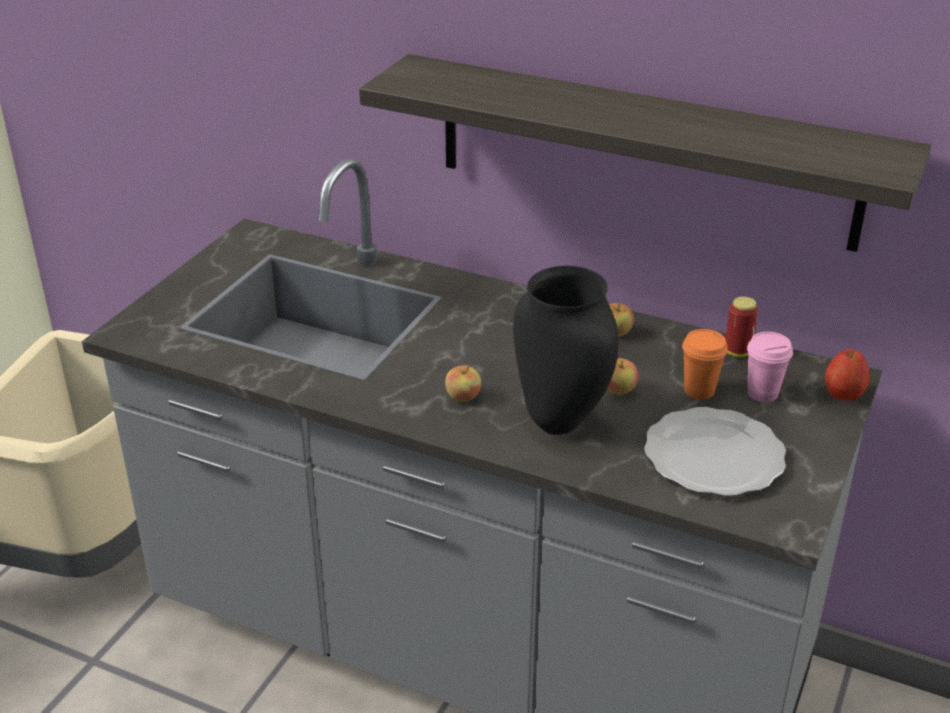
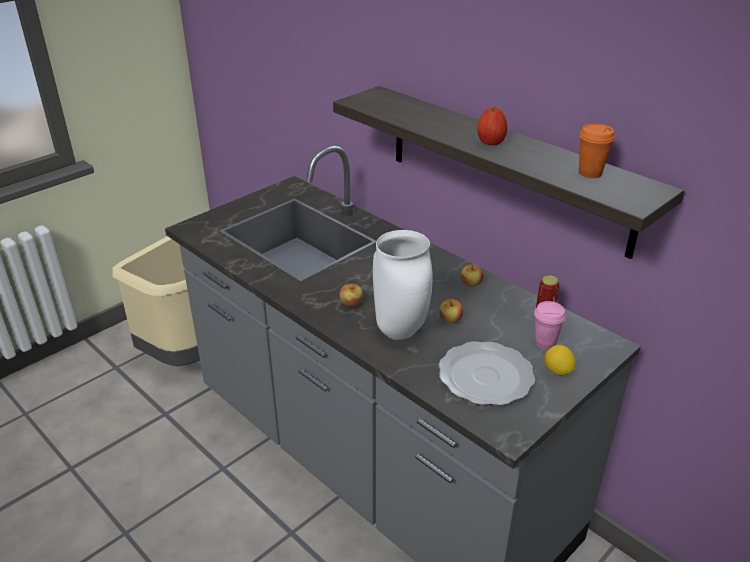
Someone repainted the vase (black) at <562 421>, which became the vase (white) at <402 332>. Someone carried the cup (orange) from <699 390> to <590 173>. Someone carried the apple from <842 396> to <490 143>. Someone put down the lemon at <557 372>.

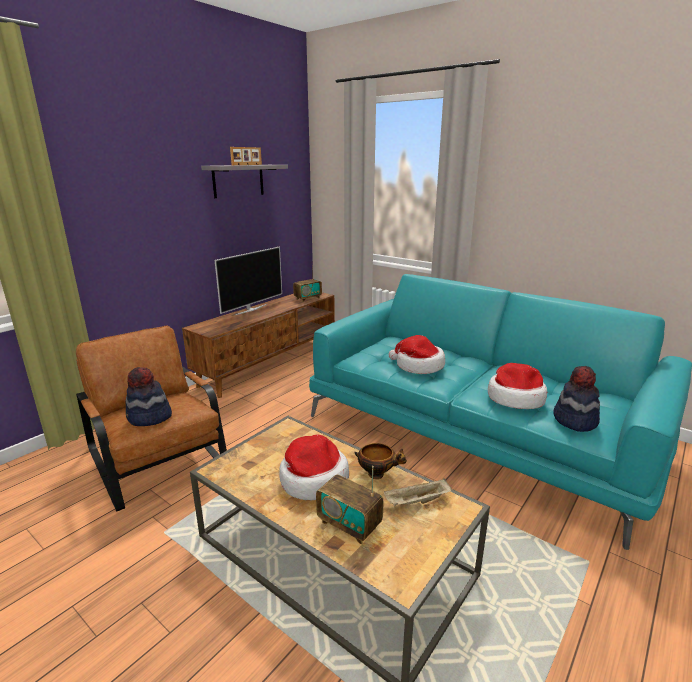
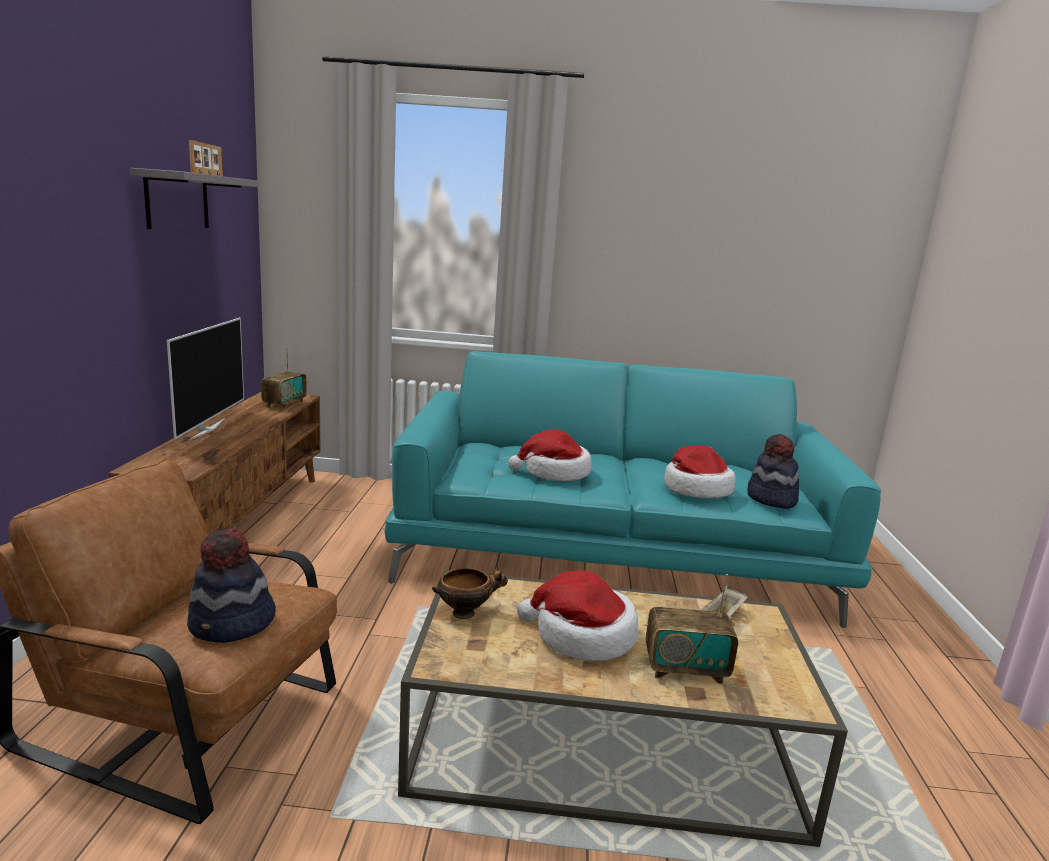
Someone carried the bowl from <378 474> to <466 612>.

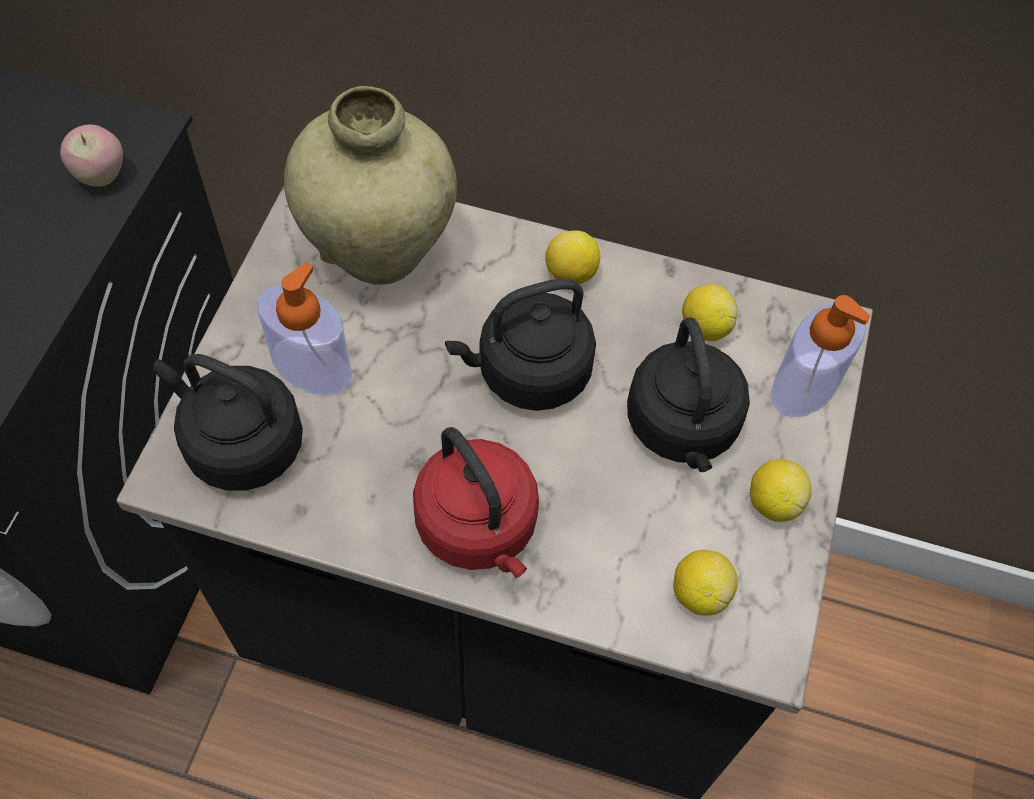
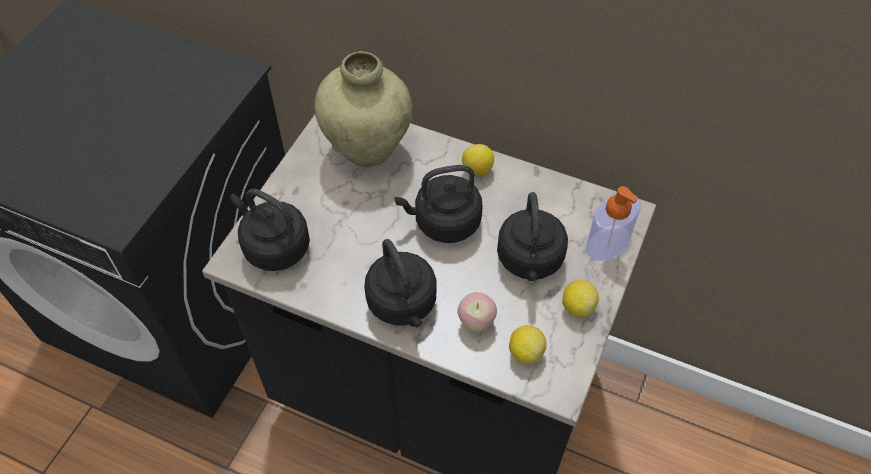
Someone carried the apple from <101 176> to <476 322>. Someone took away the soap dispenser at <311 366>. Someone repainted the kettle (red) at <479 528>, which became the kettle (black) at <403 304>. Someone took away the lemon at <704 327>.

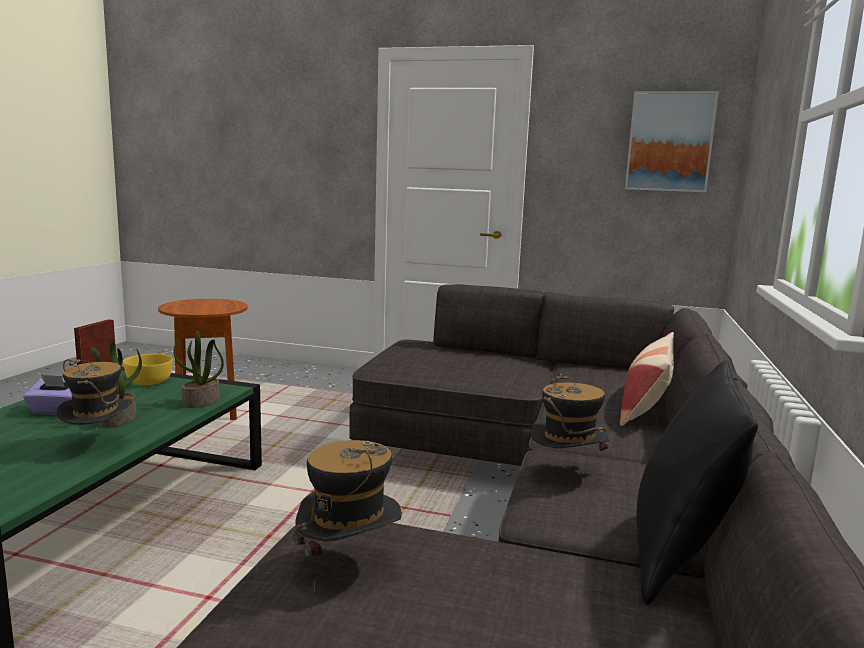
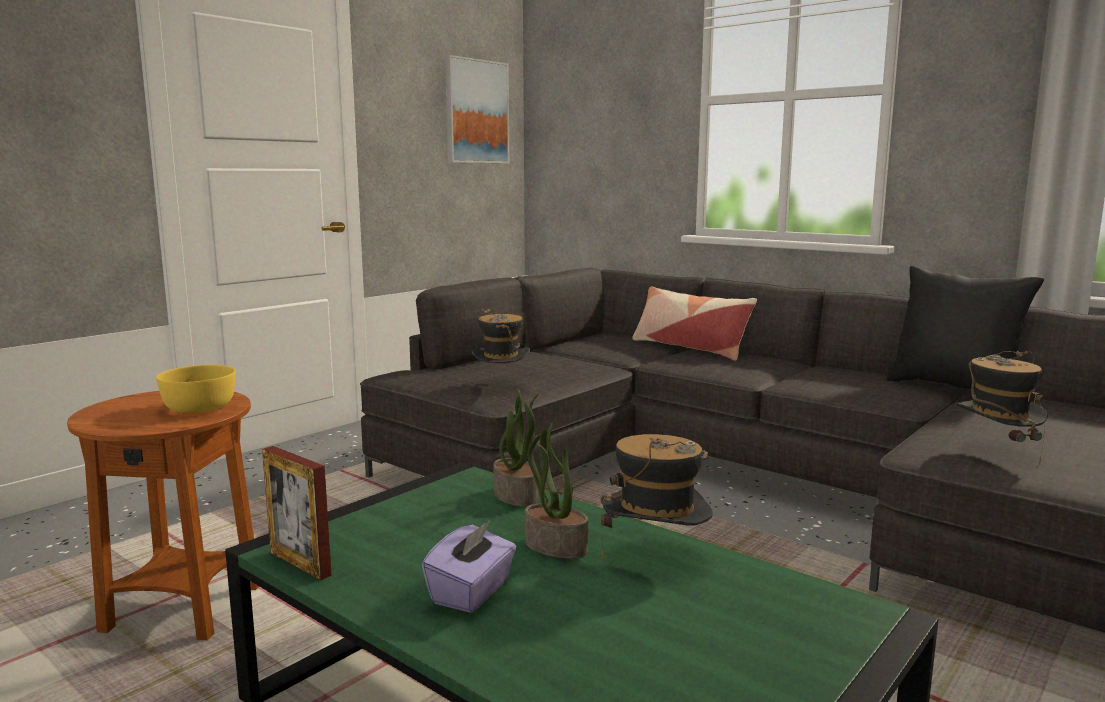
Someone carried the bowl (yellow) from <150 381> to <200 407>. Someone carried the hat from <566 473> to <501 386>.

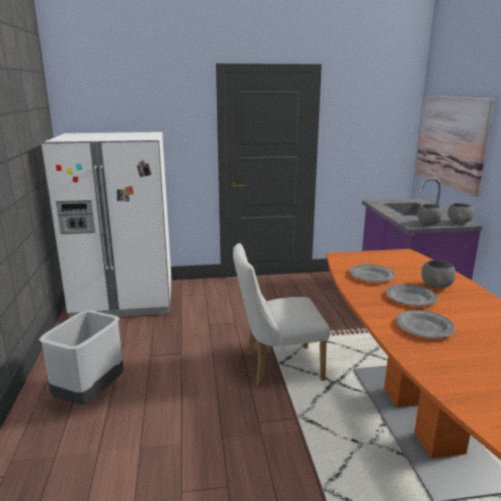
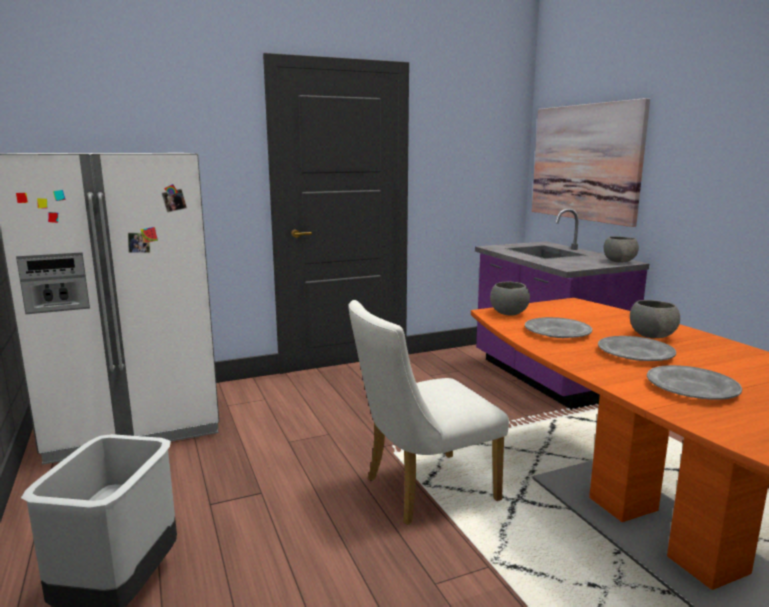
Someone carried the bowl (grey) from <428 224> to <508 314>.

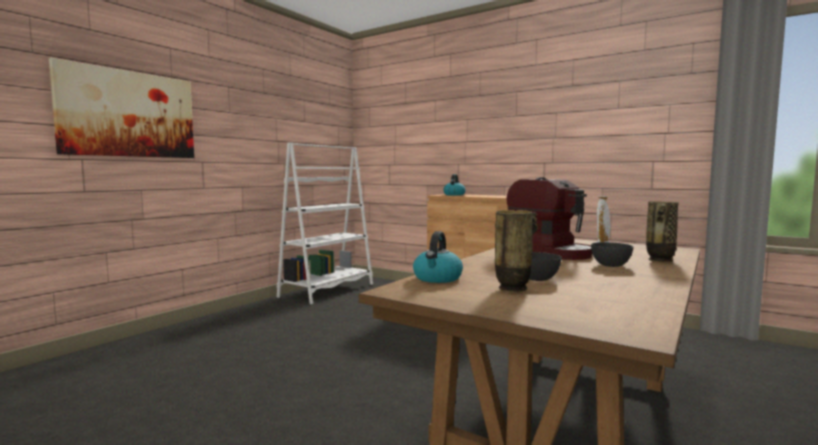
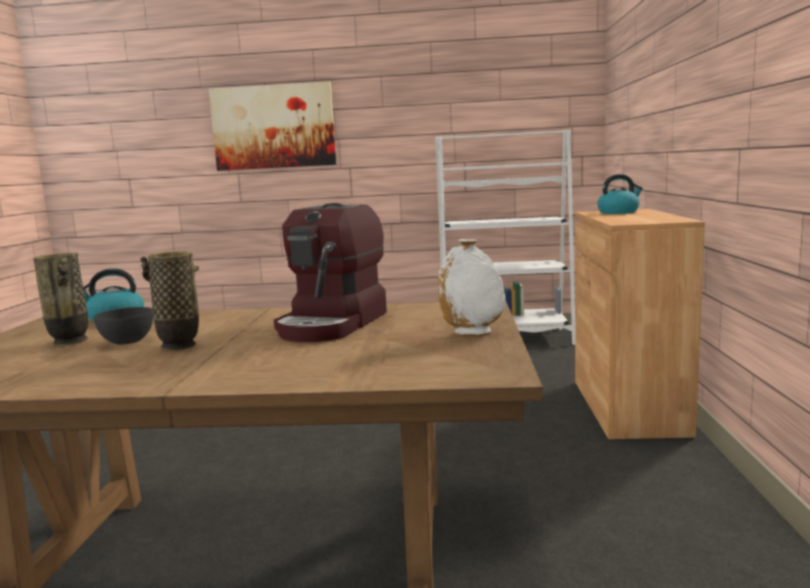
Someone took away the bowl (grey) at <611 265>. Someone carried the vase from <659 261> to <179 346>.

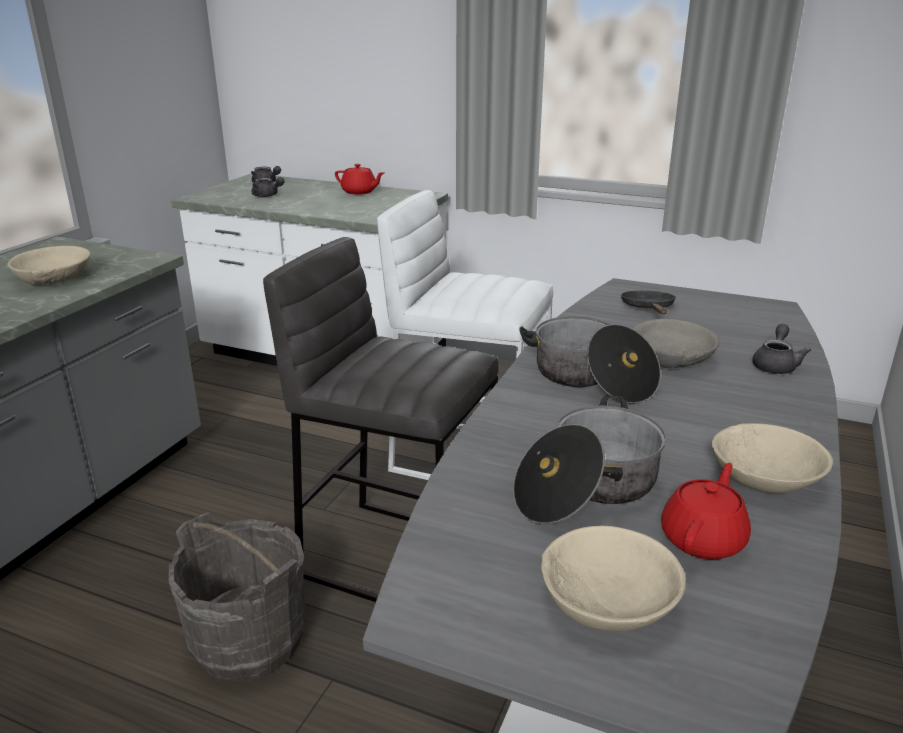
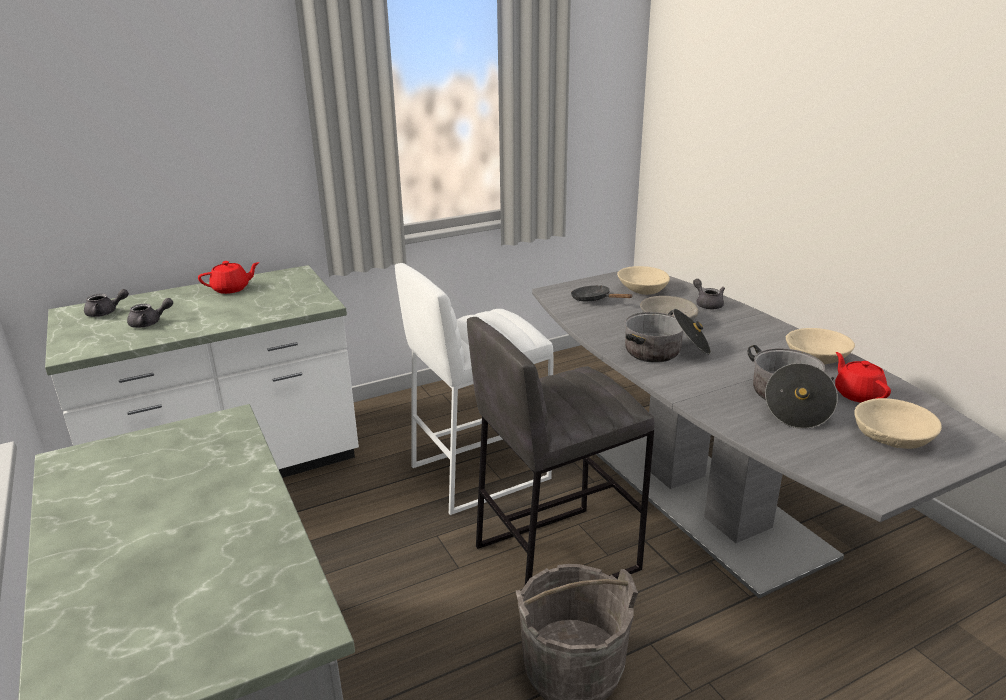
Someone carried the bowl (beige) from <54 278> to <642 289>.

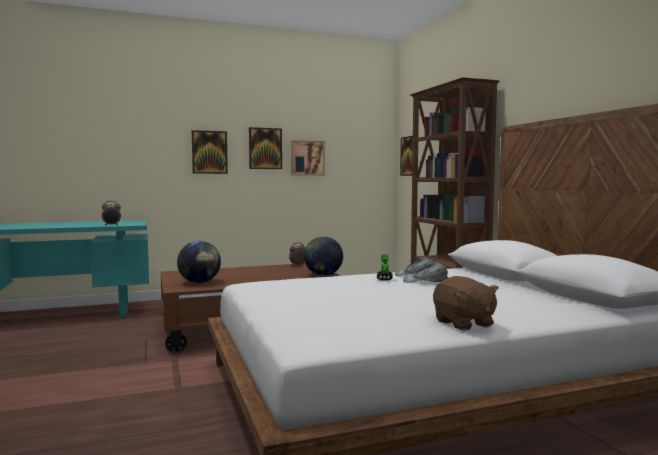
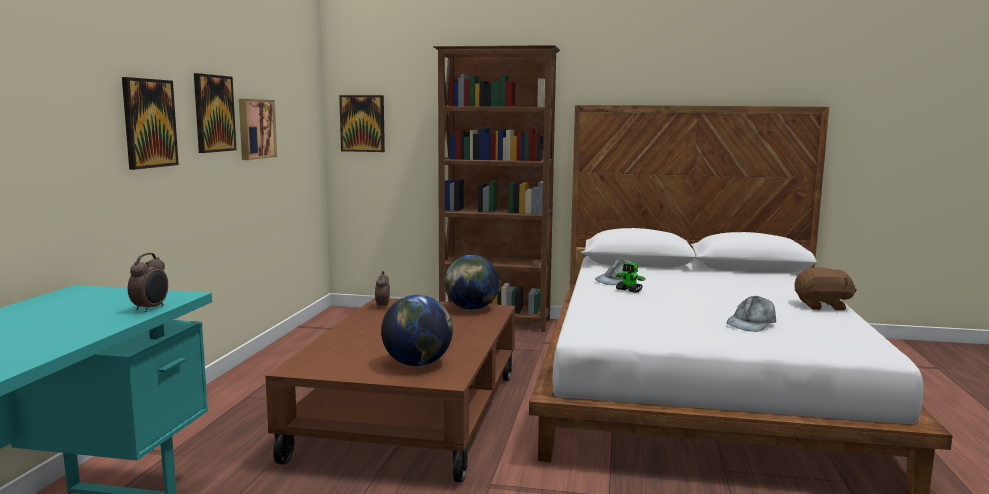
Someone carried the cap (grey) from <425 281> to <751 323>.

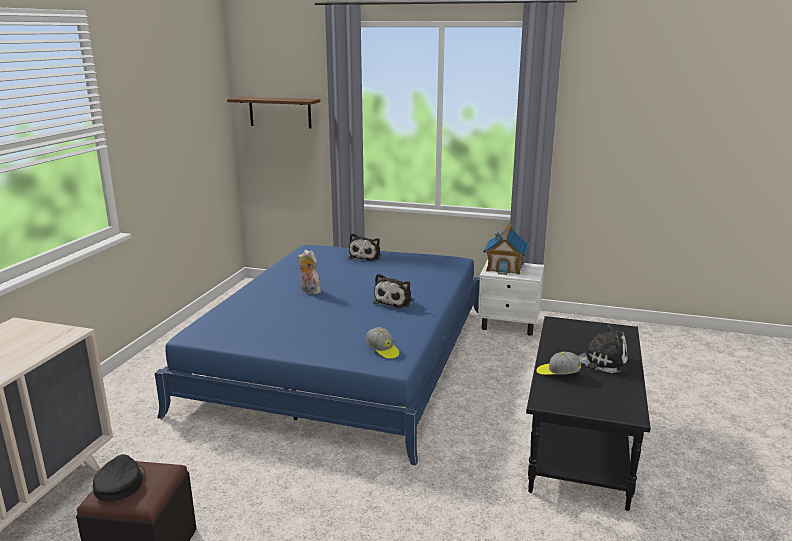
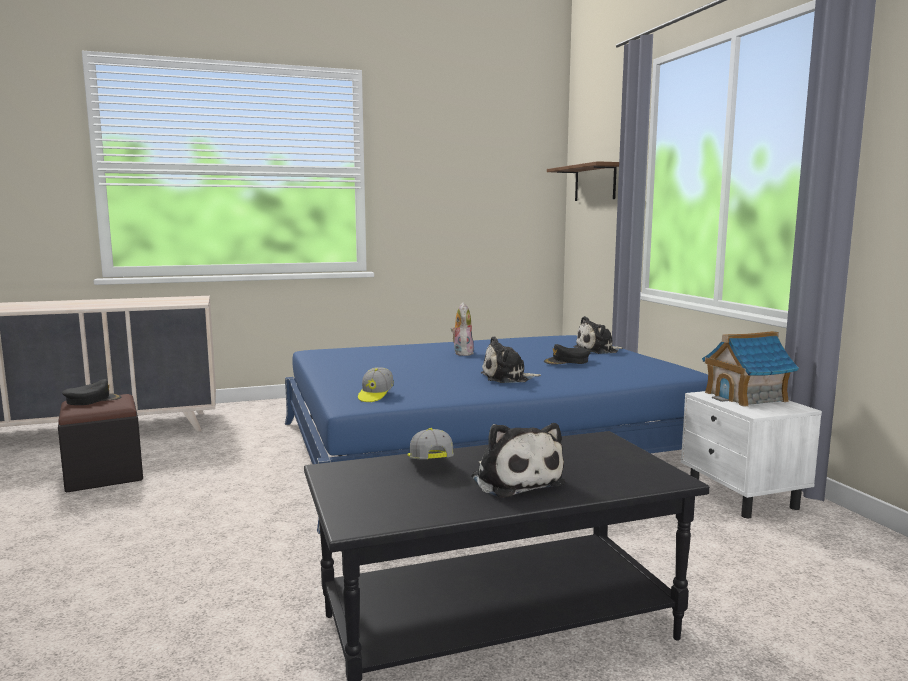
Someone put down the cap (black) at <567 361>.

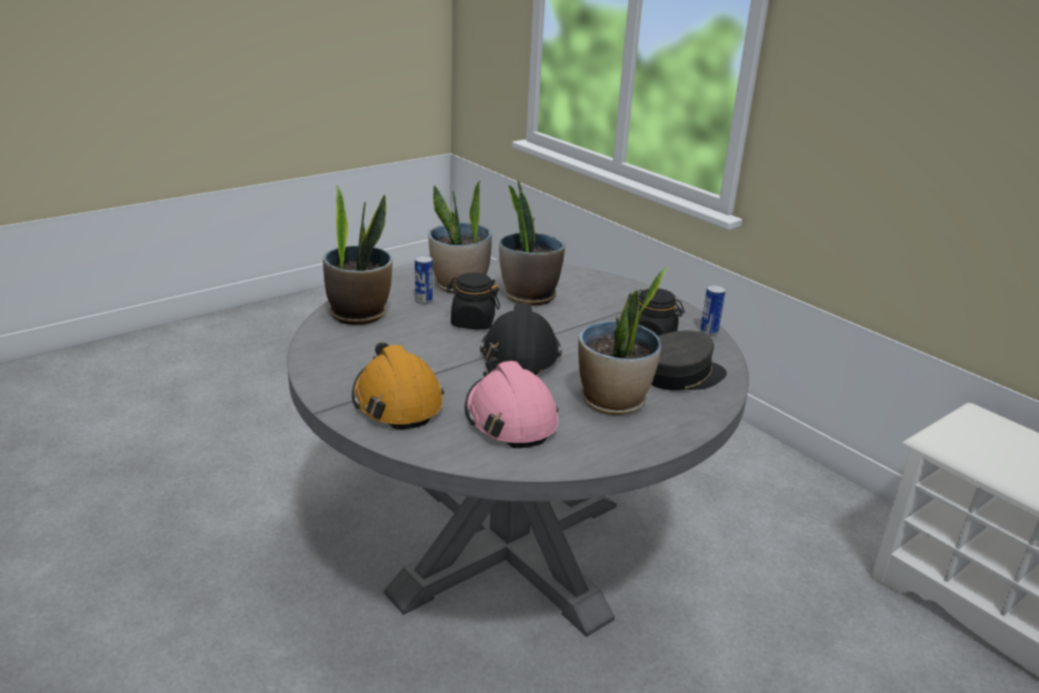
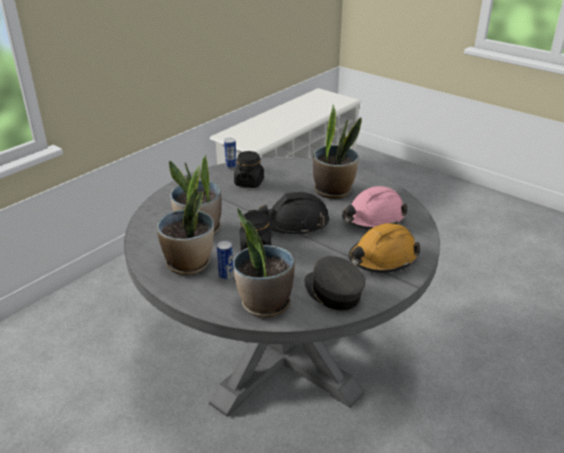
Someone carried the cap (grey) from <681 376> to <332 292>.

